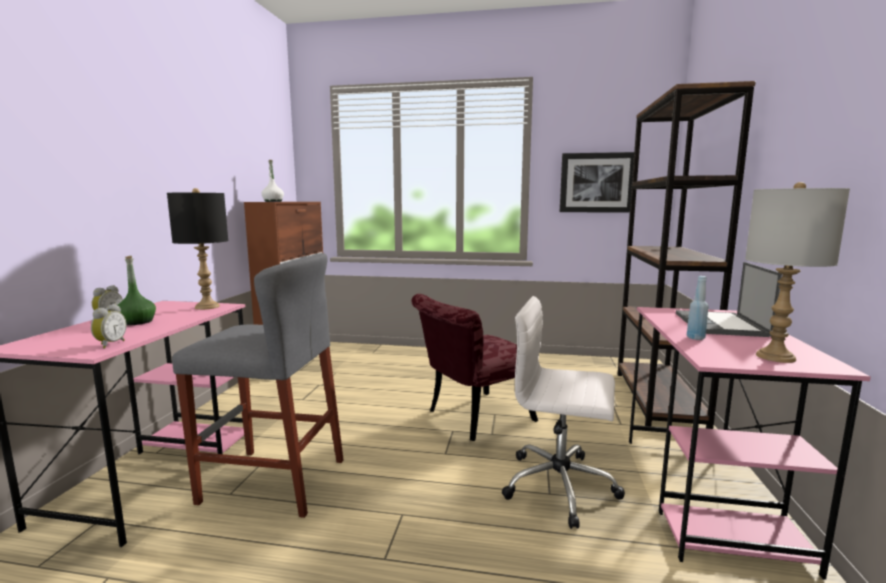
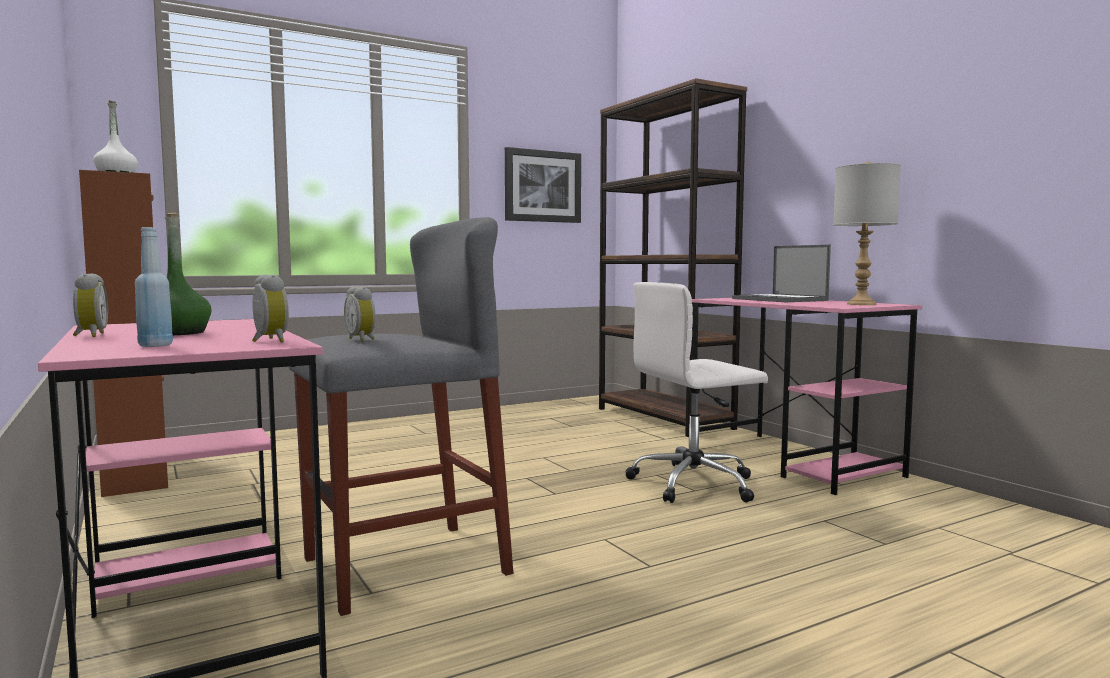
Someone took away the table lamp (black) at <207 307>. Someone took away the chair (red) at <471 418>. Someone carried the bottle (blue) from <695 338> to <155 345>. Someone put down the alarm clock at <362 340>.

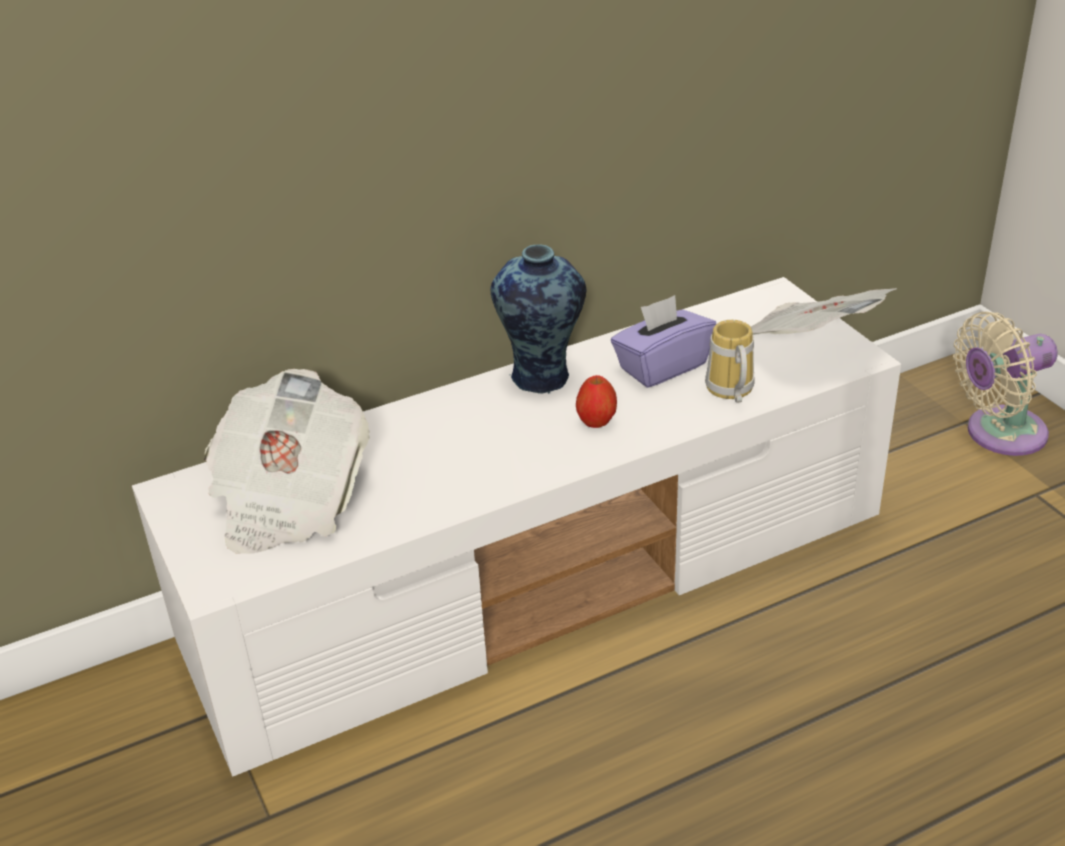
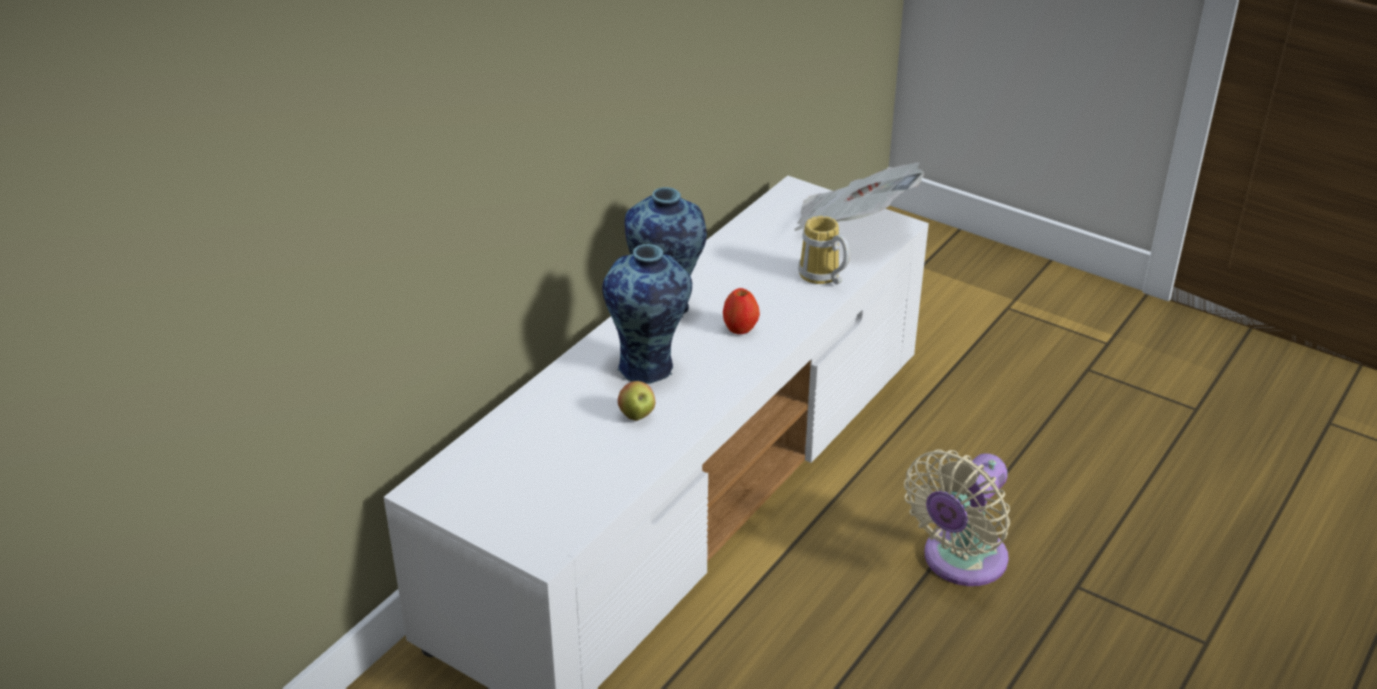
Someone took away the newspaper at <288 499>. Someone took away the tissue box (purple) at <662 366>. Someone carried the fan (beige) from <998 434> to <959 561>. Someone put down the vase at <649 367>. Someone put down the apple at <637 415>.

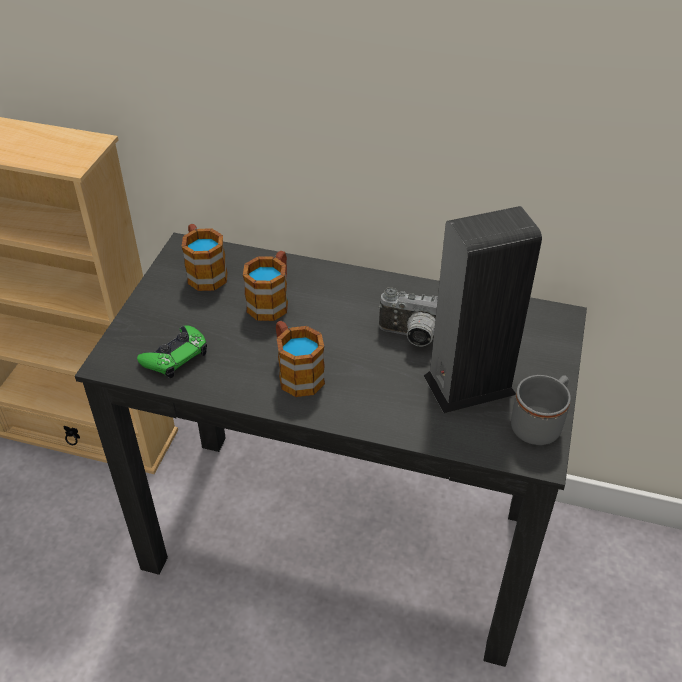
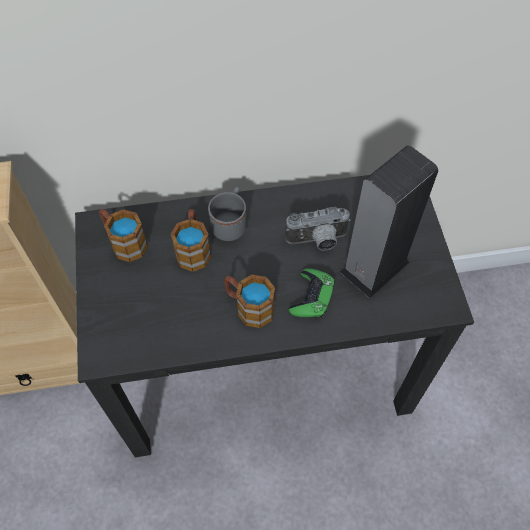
Someone carried the game controller (green) from <175 356> to <312 297>. Someone carried the mug (grey) from <540 424> to <231 223>.

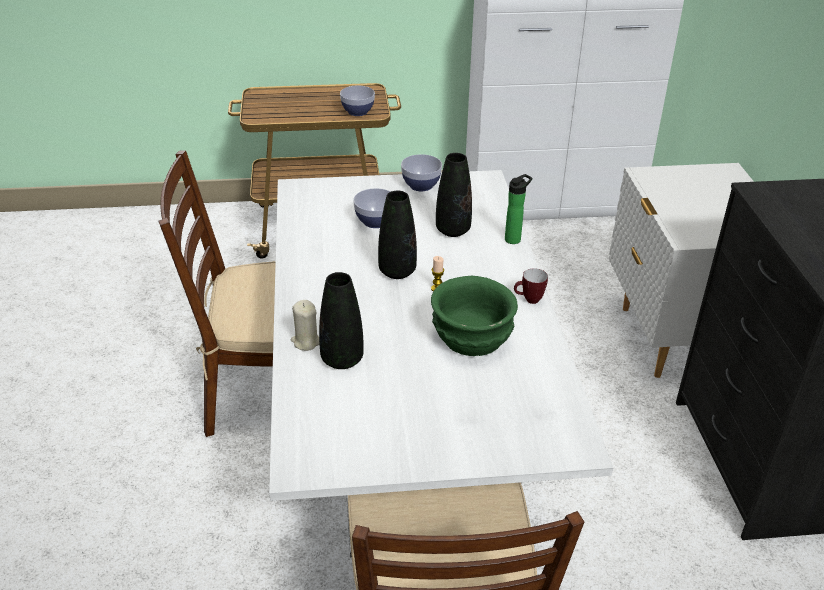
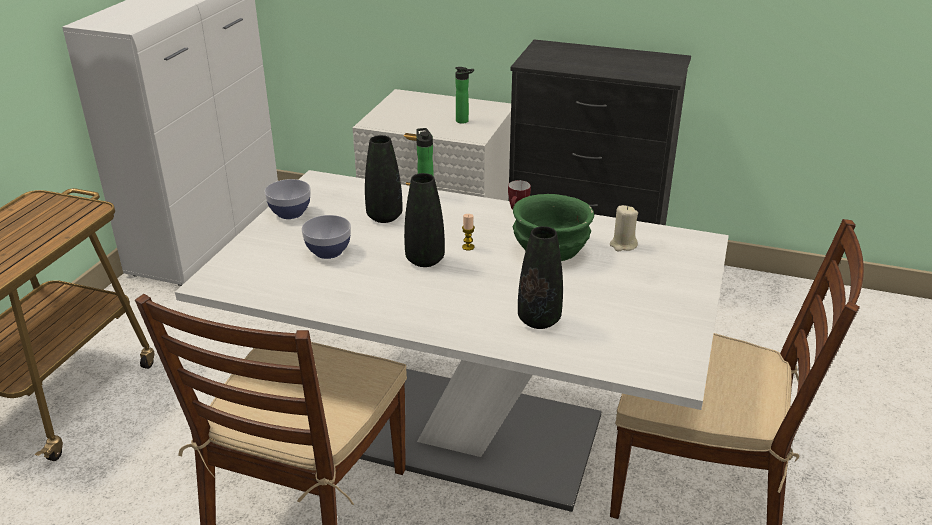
Someone carried the candle (beige) from <306 341> to <623 245>. Someone took away the bowl at <357 112>. Someone put down the bottle at <464 121>.

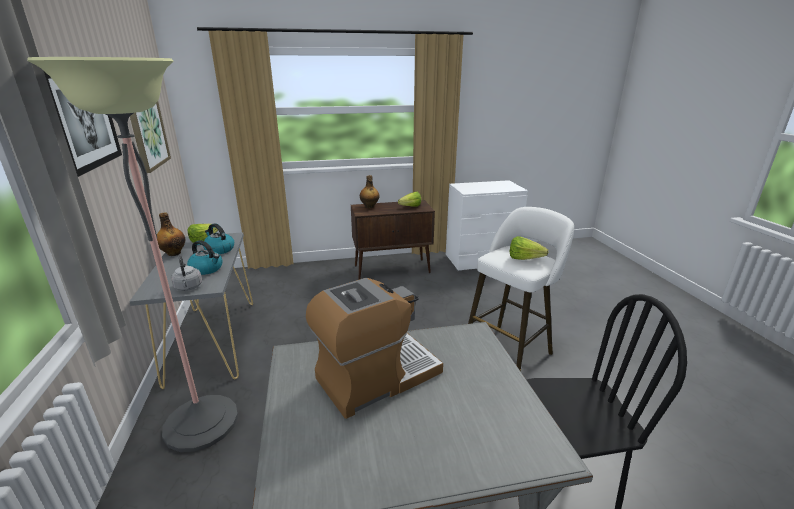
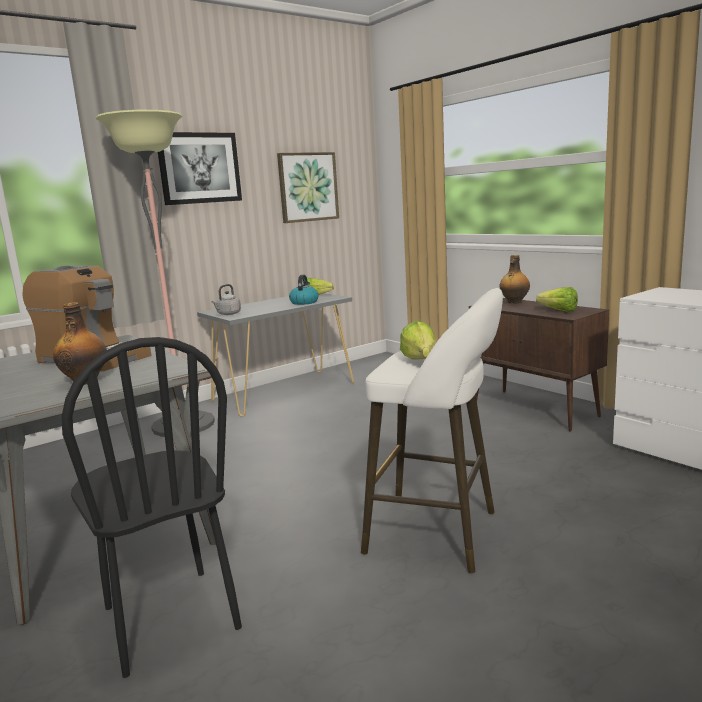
Someone carried the bottle from <174 253> to <86 381>. Someone took away the kettle at <207 269>.

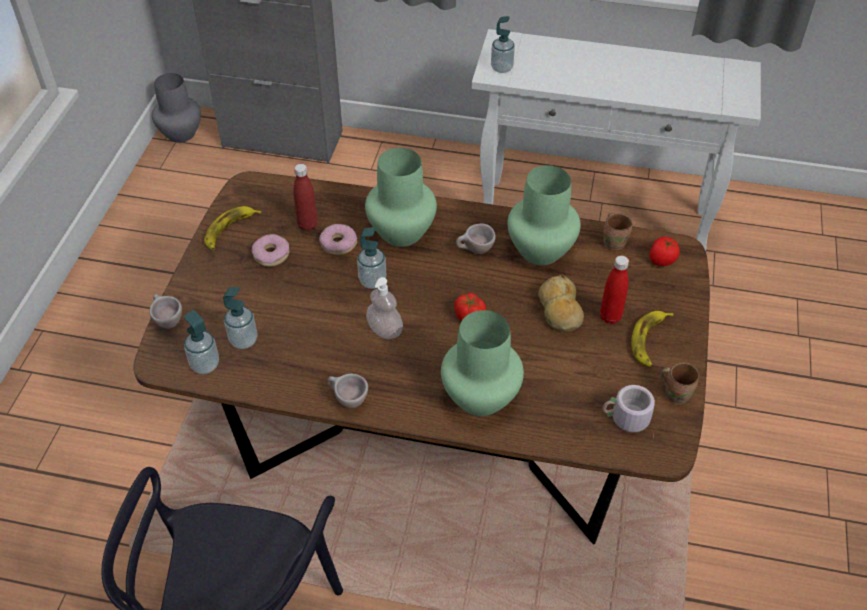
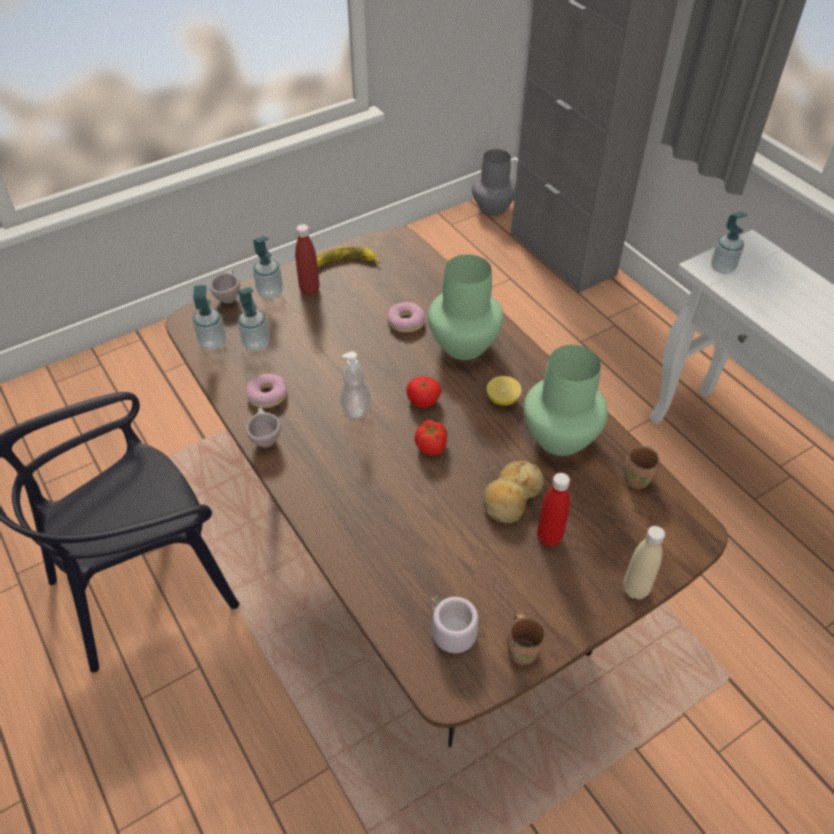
Someone carried the donut from <271 255> to <267 395>. Someone carried the bottle (red) from <308 225> to <309 289>. Someone carried the soap dispenser from <372 281> to <270 292>. Someone took away the vase (green) at <480 398>. Someone swapped the cup (beige) at <475 251> for the lemon at <503 399>. Someone took away the banana at <650 340>. Someone carried the tomato from <662 260> to <423 401>. Someone put down the bottle (beige) at <635 589>.

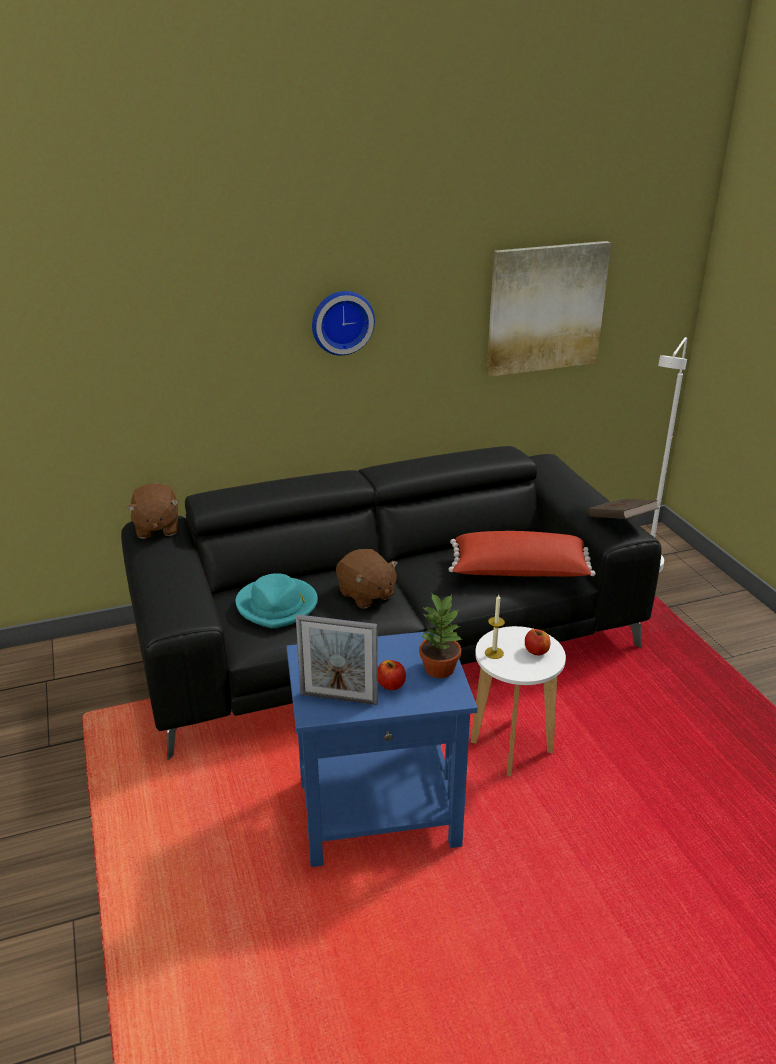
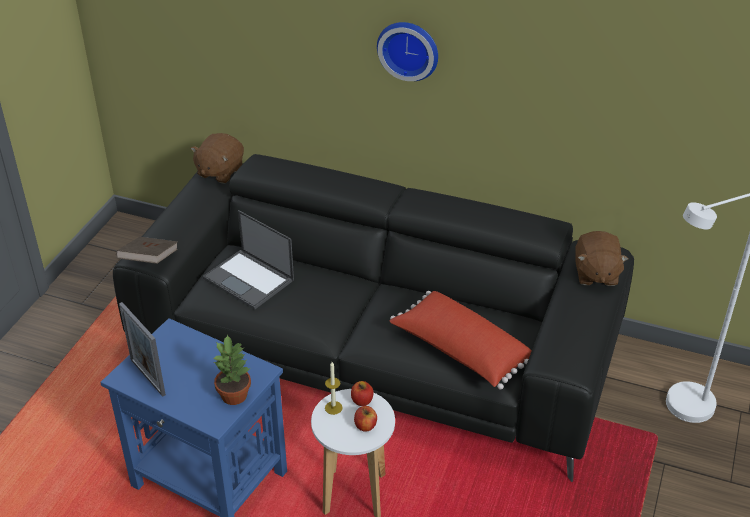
Someone swapped the hat (turquoise) at <277 605> for the laptop at <249 279>. Someone carried the plush toy (brown) from <366 595> to <595 274>. Someone carried the apple from <391 685> to <362 400>. Someone took away the picture at <546 308>. Someone carried the book (brown) from <620 522> to <149 261>.

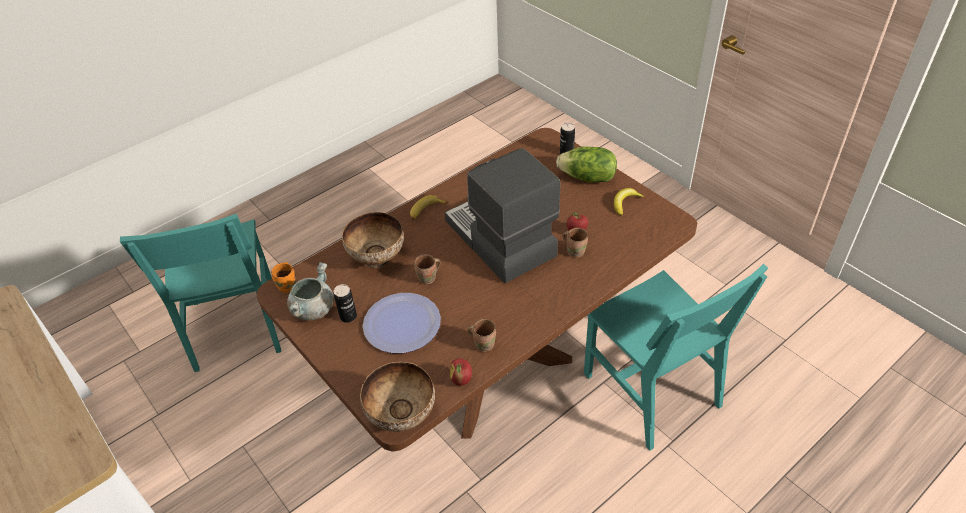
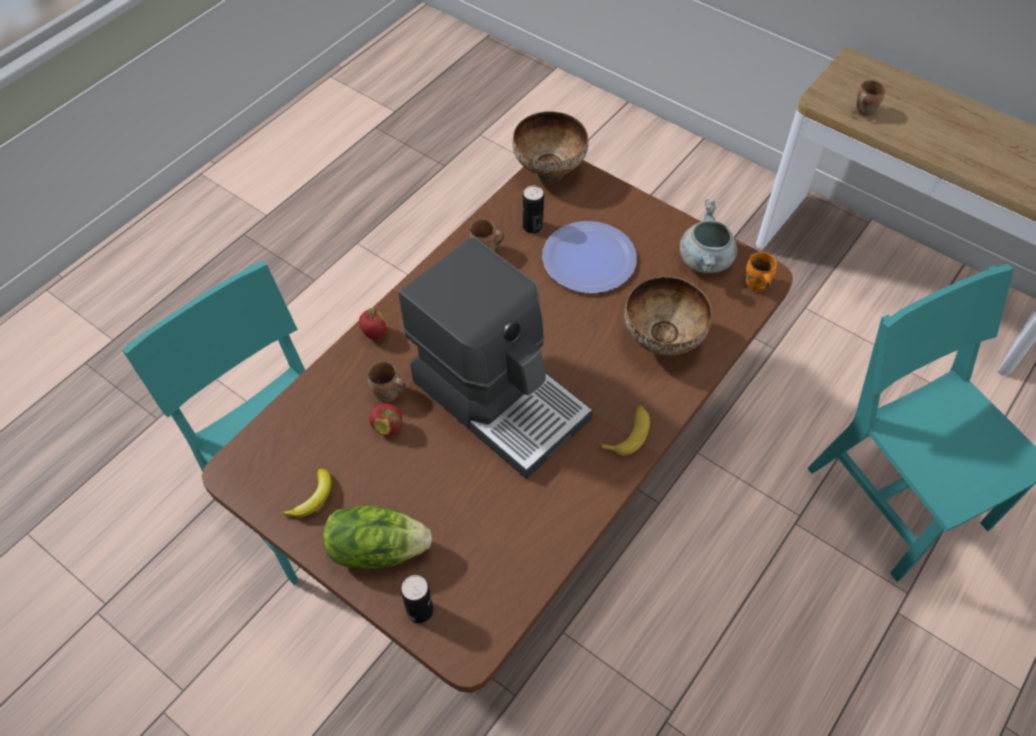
Someone carried the can from <348 316> to <532 226>. Someone carried the mug (brown) from <428 278> to <862 110>. Someone carried the apple from <461 380> to <375 334>.

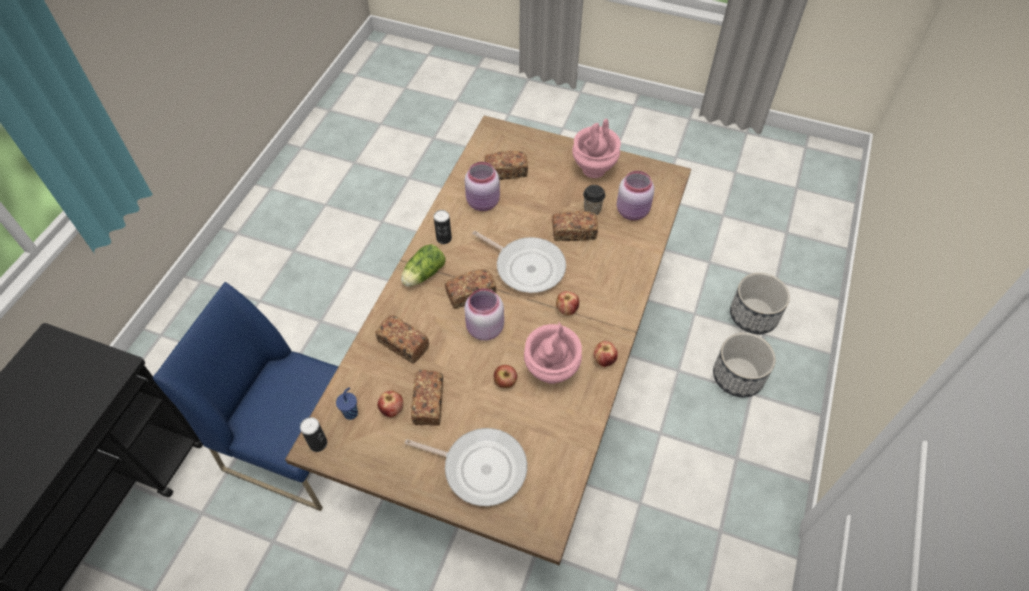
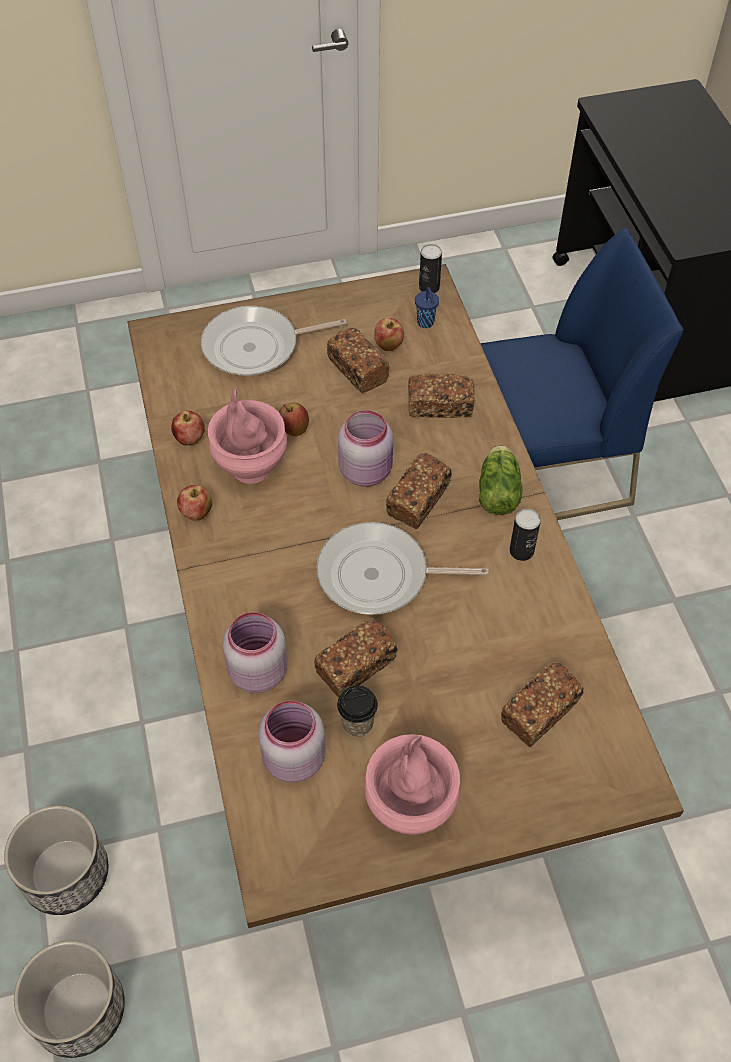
Someone carried the jar (pink) from <483 203> to <256 671>. Someone carried the apple from <567 310> to <190 439>.

